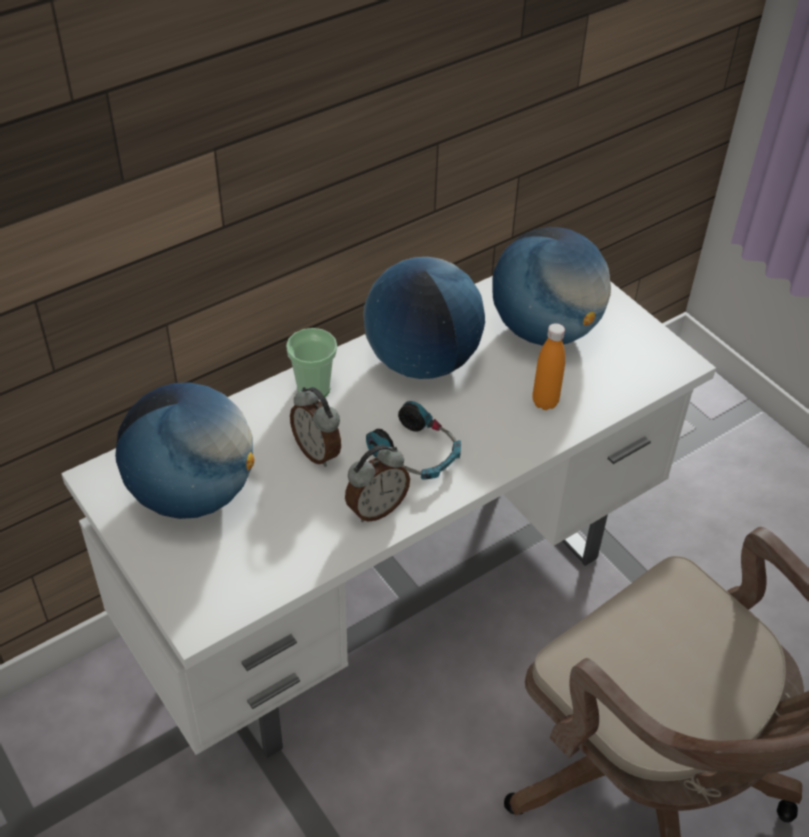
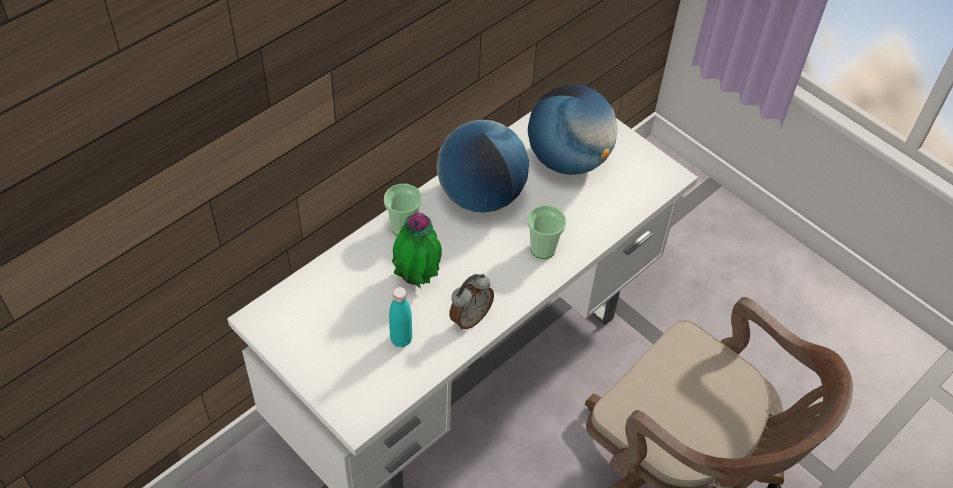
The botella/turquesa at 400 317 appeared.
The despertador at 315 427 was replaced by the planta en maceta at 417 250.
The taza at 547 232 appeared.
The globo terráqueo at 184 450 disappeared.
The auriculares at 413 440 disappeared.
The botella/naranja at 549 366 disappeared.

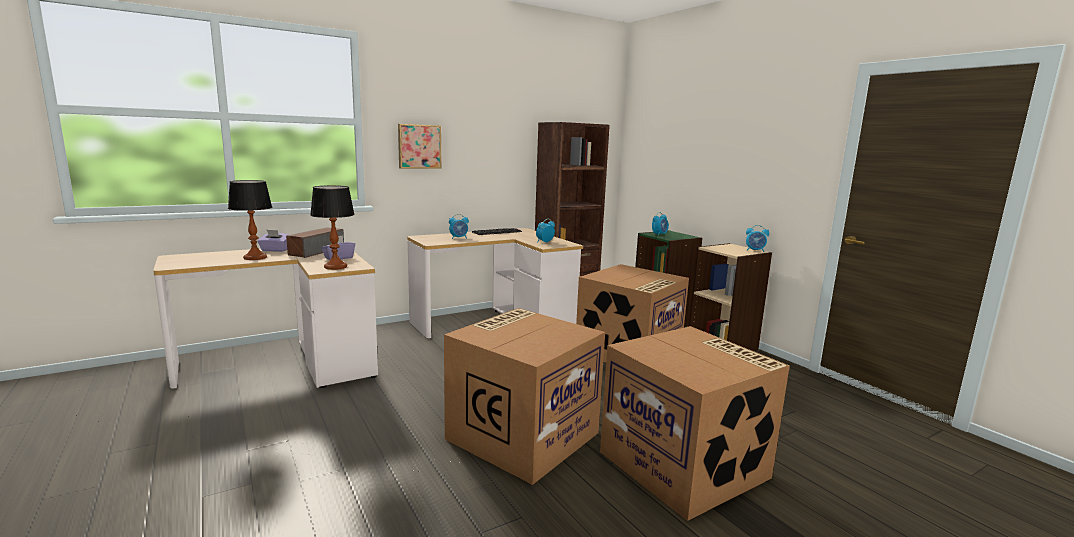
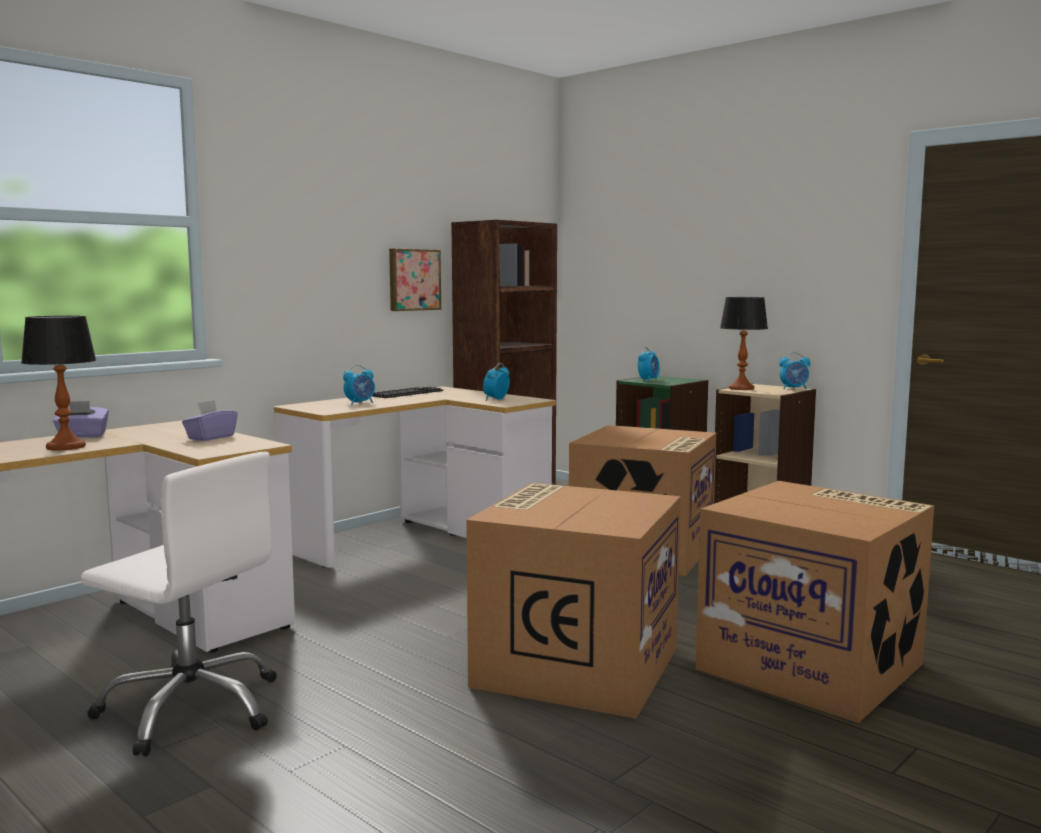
The silla de oficina/blanco at 179 604 appeared.
The cuadro moved from 419 146 to 415 280.
The lámpara de mesa moved from 332 227 to 744 343.
The altavoz at 315 242 disappeared.

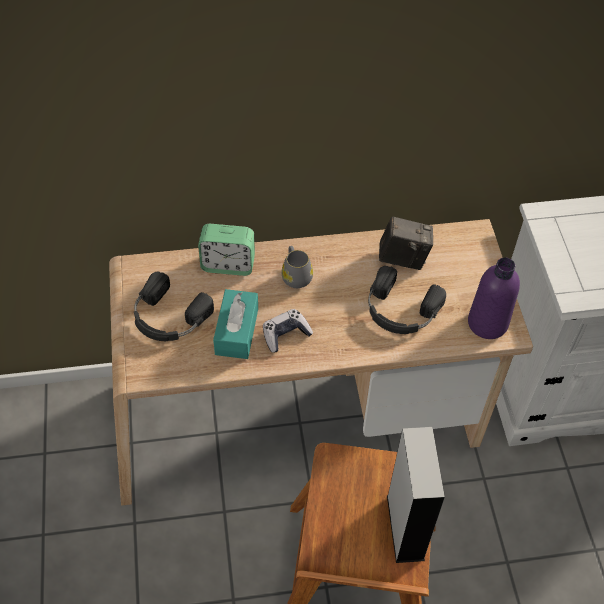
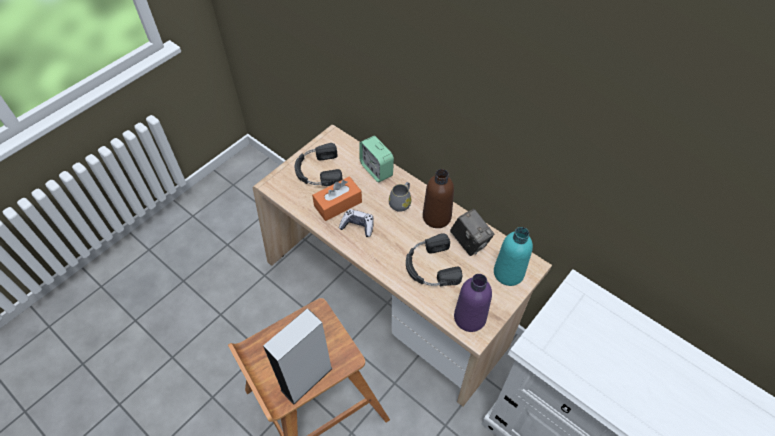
The caja de pañuelos/turquesa at 235 324 became the caja de pañuelos/naranja at 337 198.
The botella/marrón at 438 198 appeared.
The botella/turquesa at 513 256 appeared.

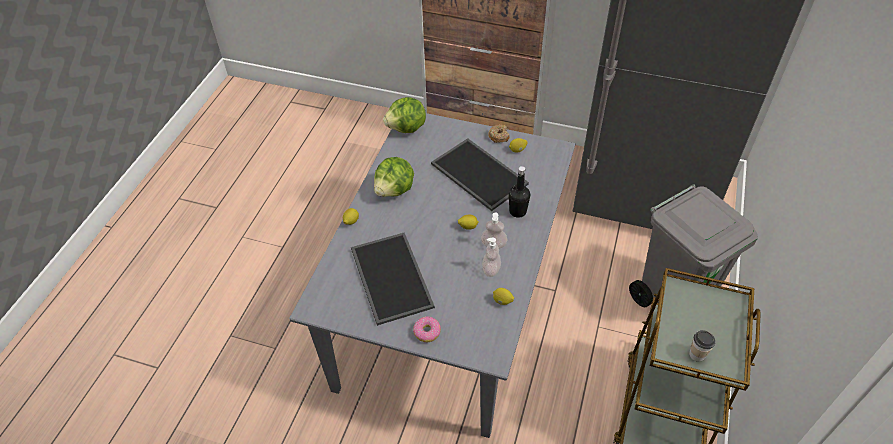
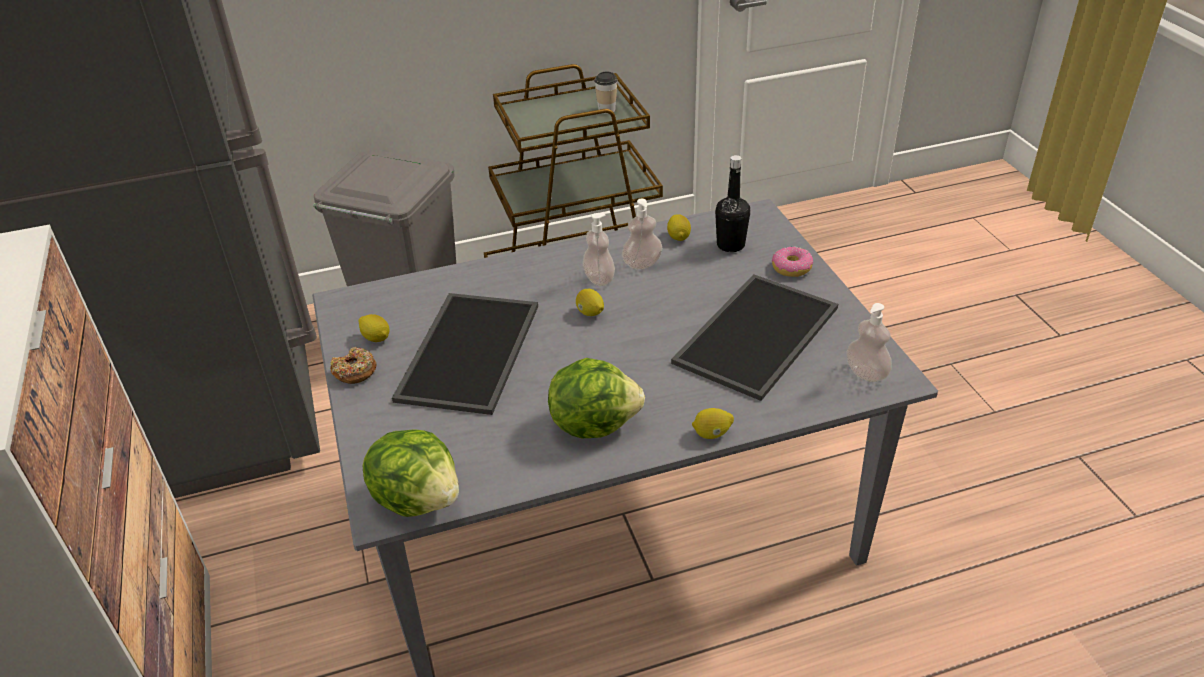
The botella/negro moved from 519 192 to 732 203.
The dispensador de jabón at 869 342 appeared.

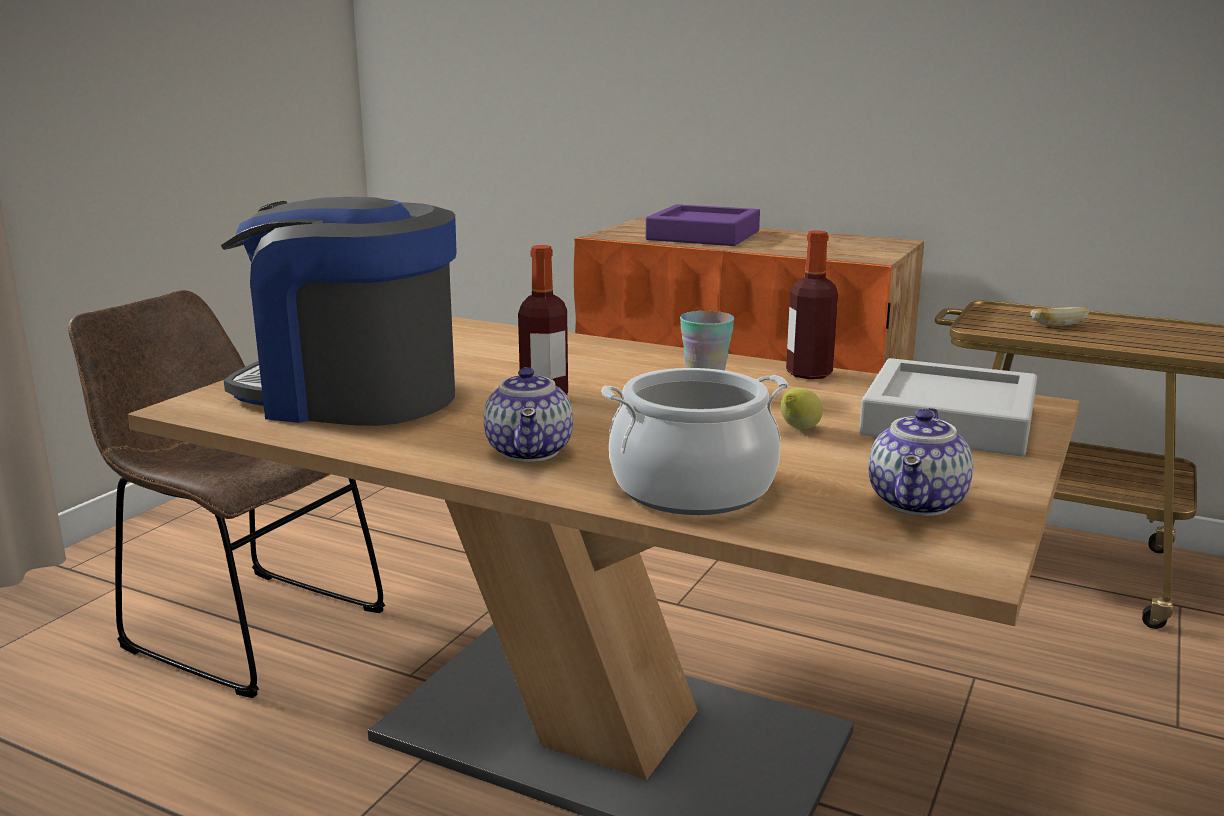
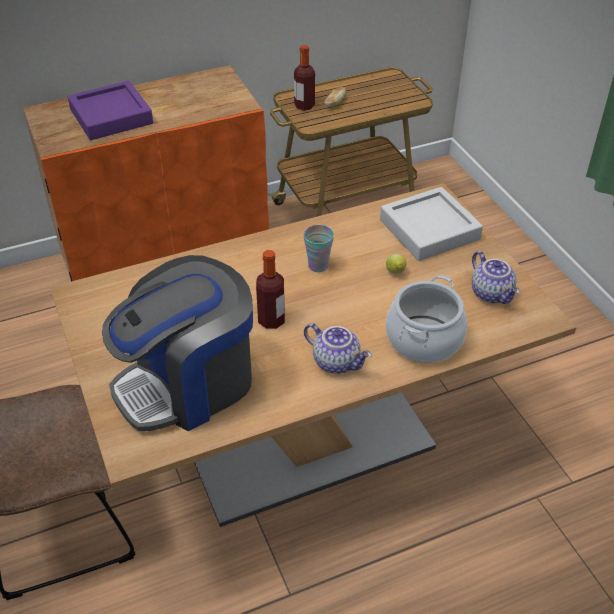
The botella moved from 812 304 to 304 78.

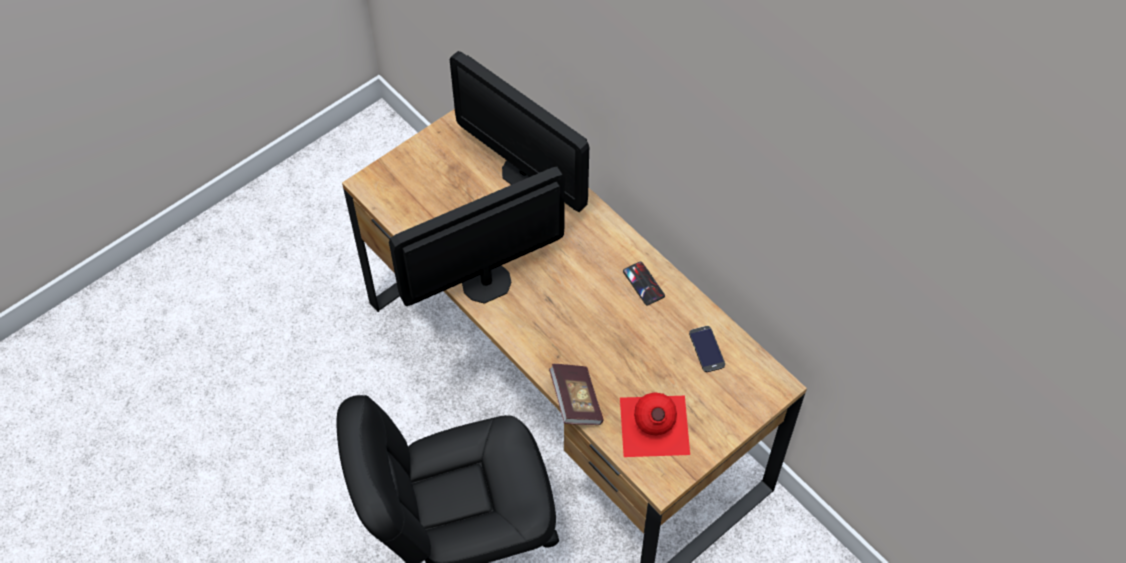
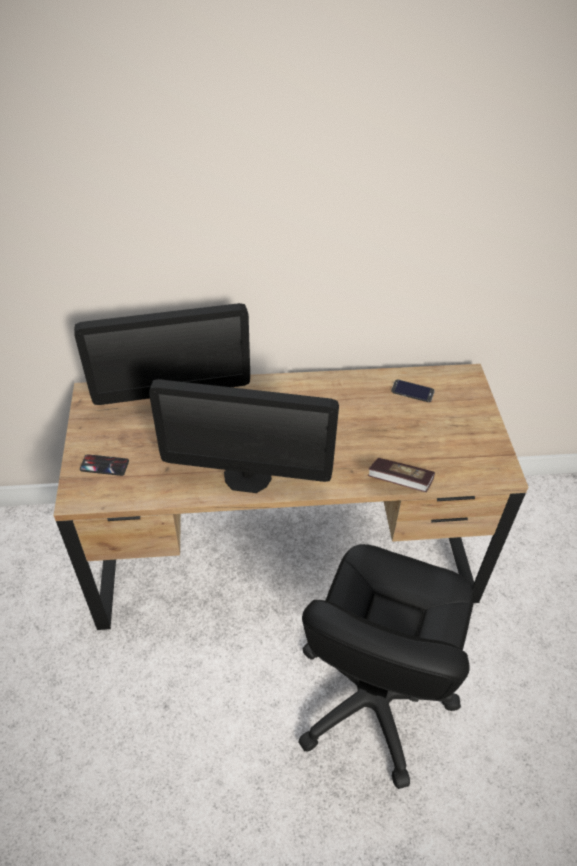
The móvil moved from 644 283 to 104 465.
The monitor at 477 236 turned 90 degrees counterclockwise.
The botella/rojo at 655 424 disappeared.

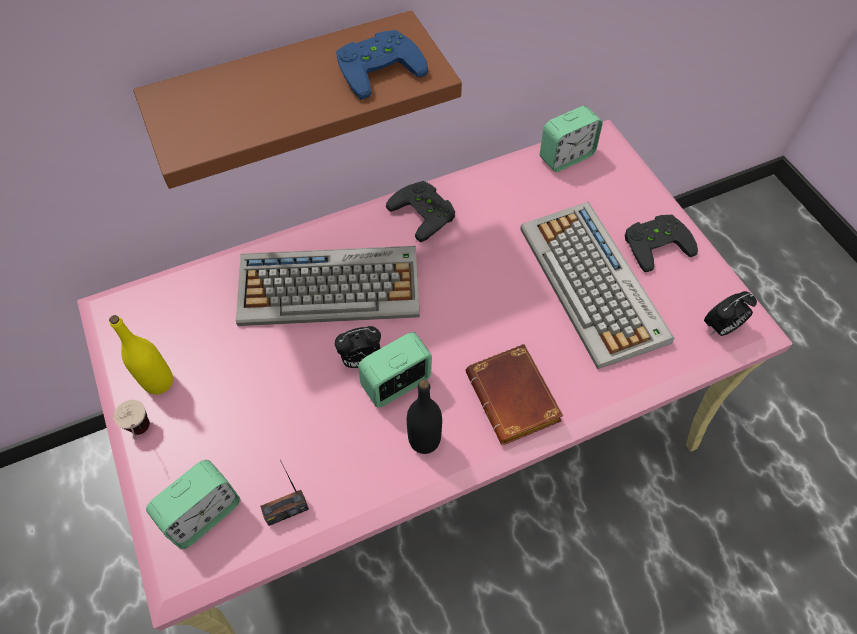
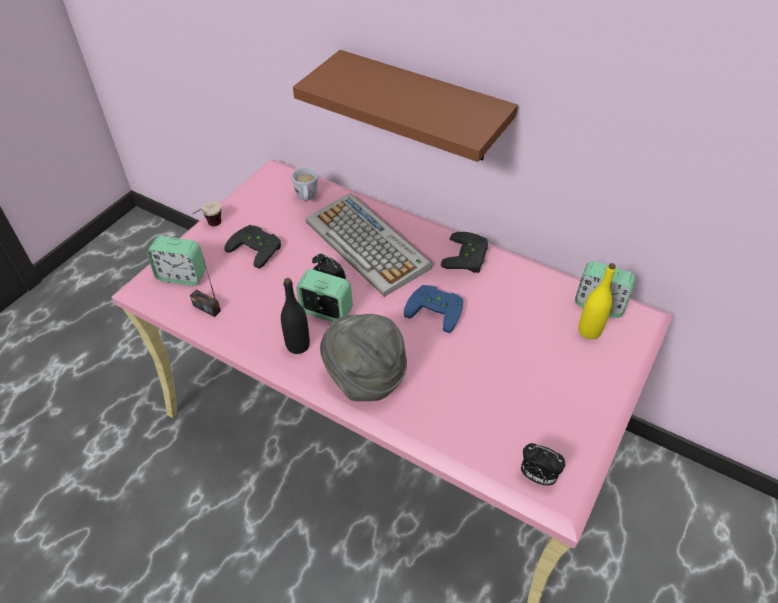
The mando de consola/negro moved from 661 243 to 252 247.
The taza grande/blanco at 304 184 appeared.
The libro/marrón at 514 394 was replaced by the sombrero/gris at 363 357.
The mando de consola/azul moved from 382 65 to 433 309.
The botella/amarillo moved from 141 355 to 597 301.
The teclado at 597 285 disappeared.

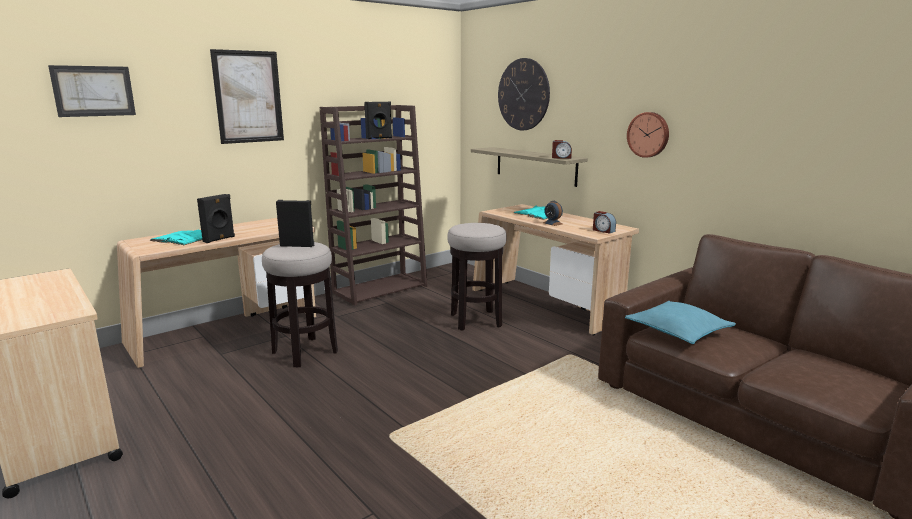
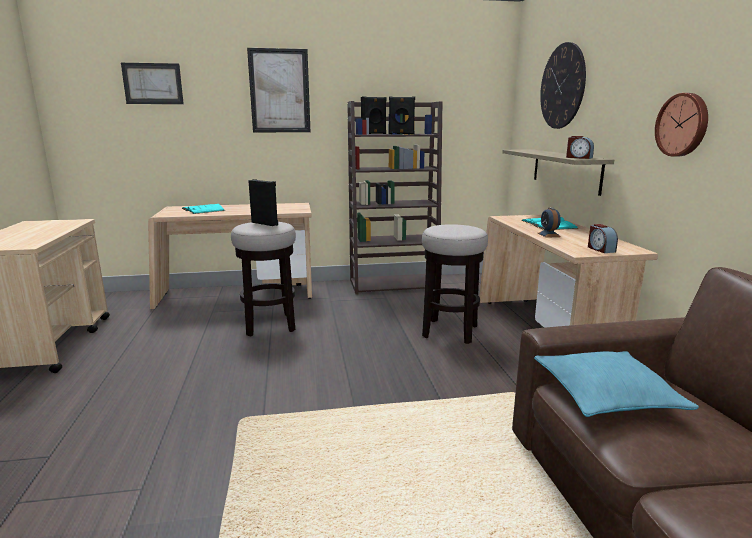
The altavoz/negro moved from 216 218 to 374 115.

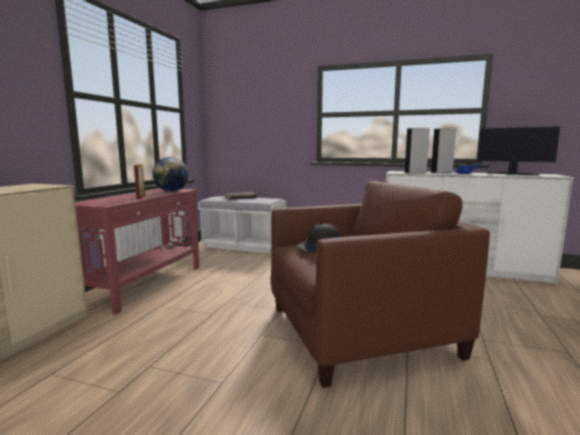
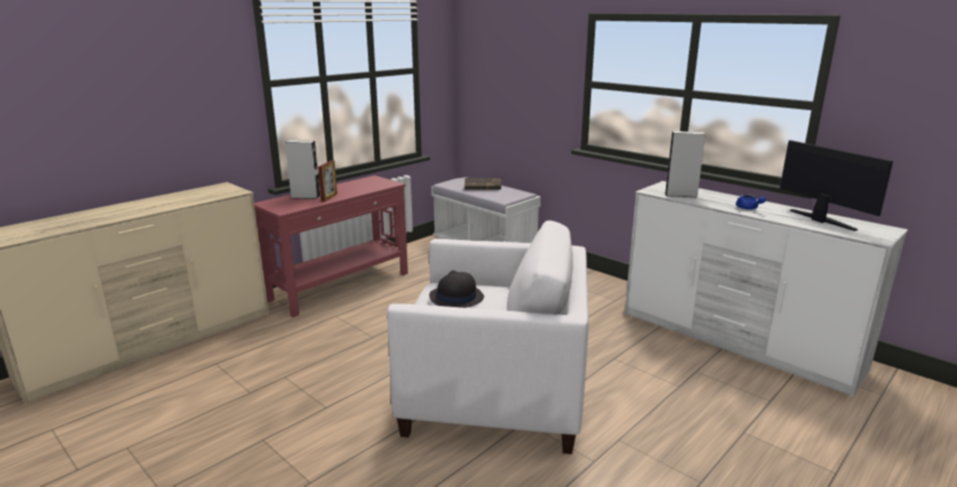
The altavoz/gris moved from 443 150 to 302 169.
The sillón/marrón at 380 284 became the sillón/blanco at 488 337.
The globo terráqueo at 171 174 disappeared.

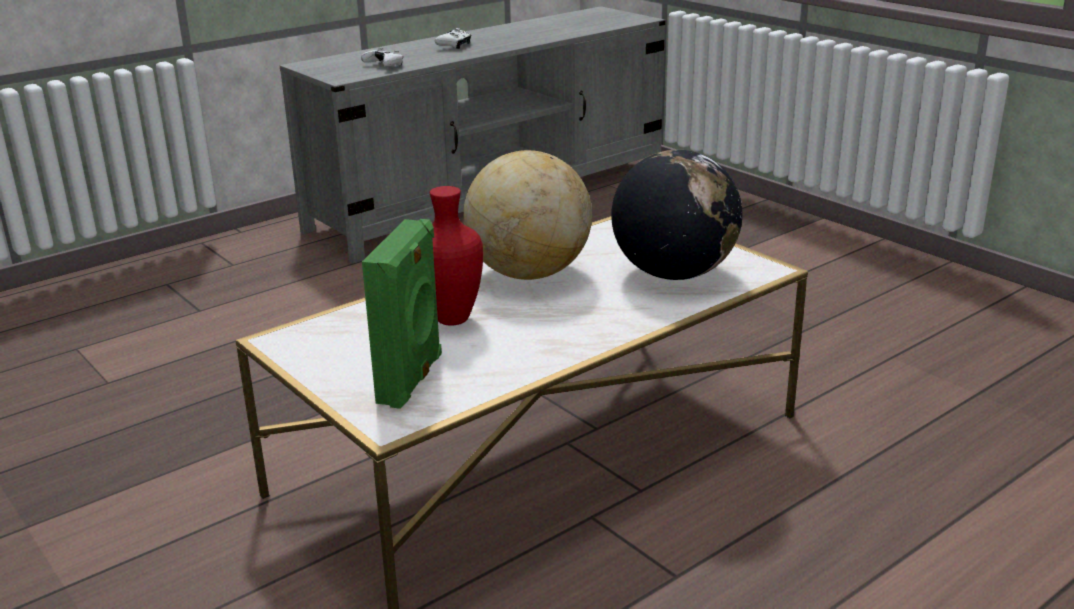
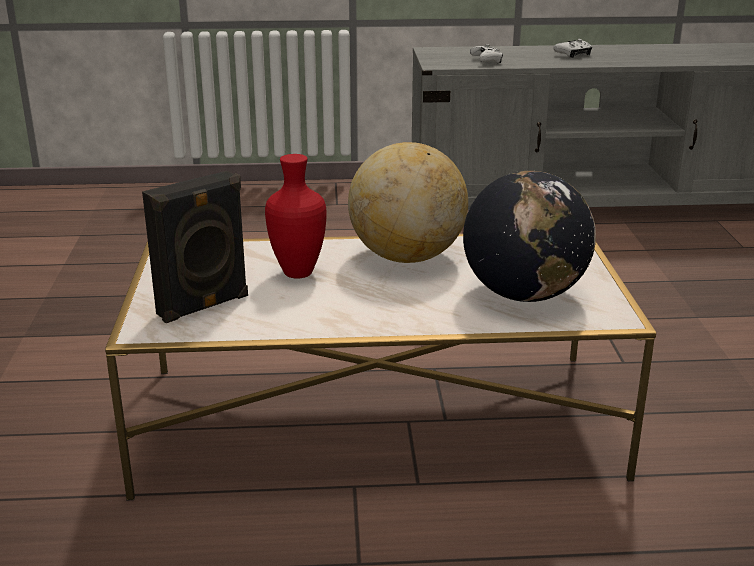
The altavoz/verde at 402 314 became the altavoz/negro at 195 247.

